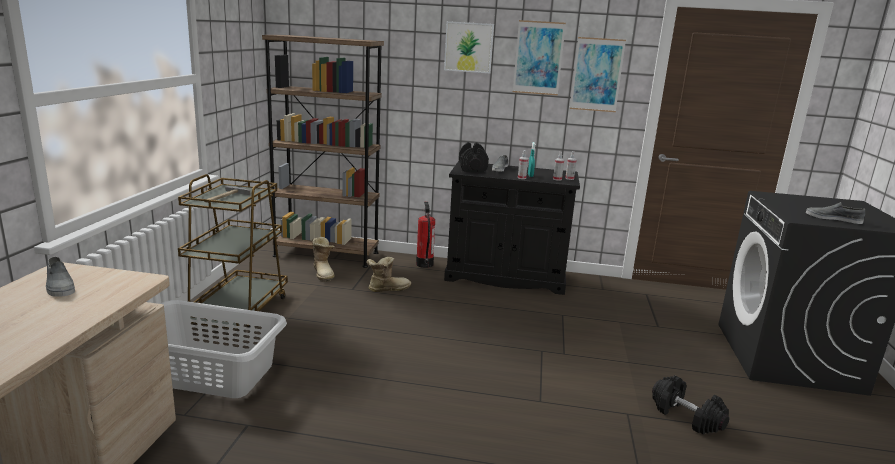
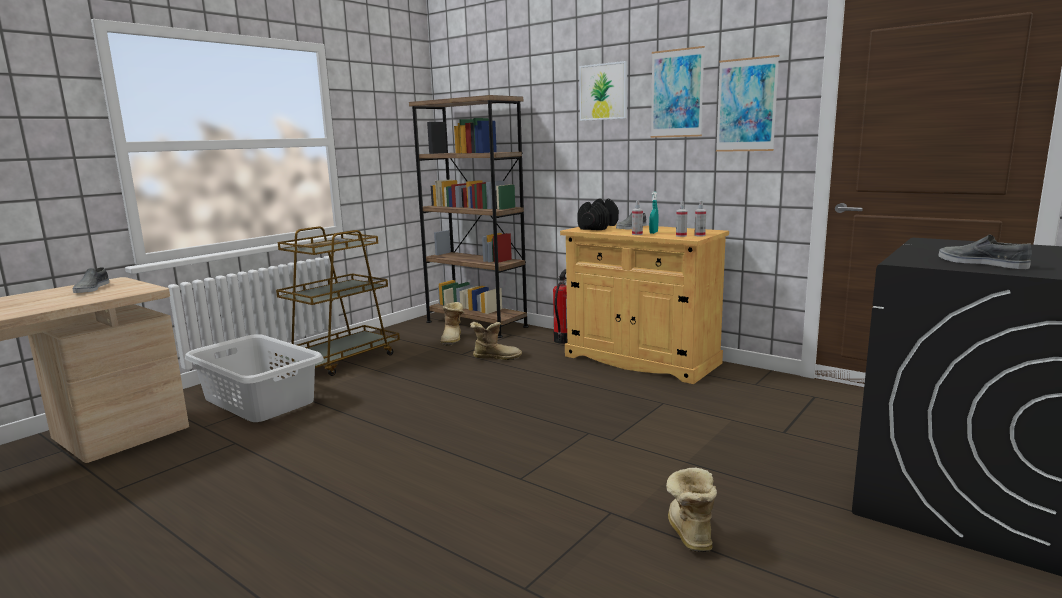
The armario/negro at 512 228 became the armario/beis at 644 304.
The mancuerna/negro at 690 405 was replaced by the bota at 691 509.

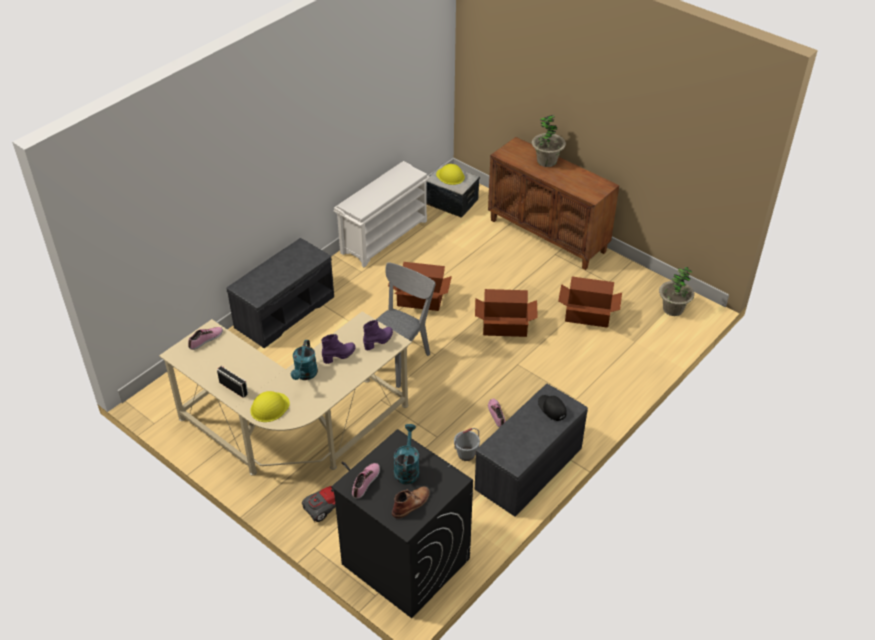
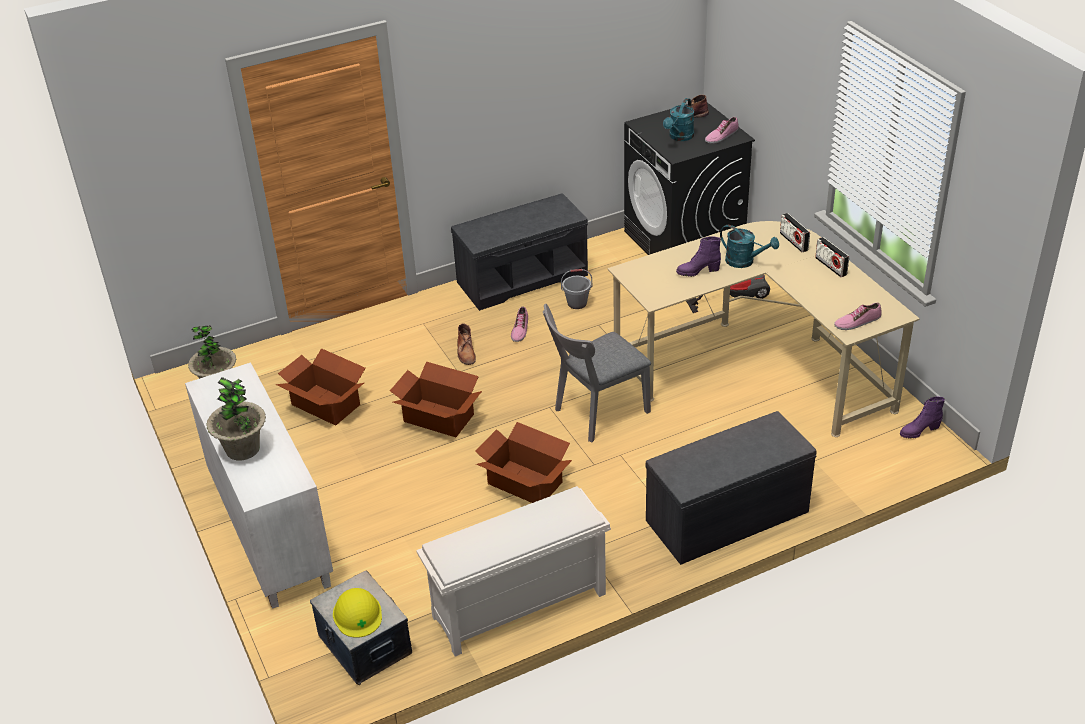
The armario/marrón at 553 203 became the armario/blanco at 259 485.
The bota/marrón at 466 344 appeared.
The regadera/turquesa at 304 360 turned 90 degrees clockwise.
The casco/amarillo at 270 406 was replaced by the radio at 795 232.
The bota/morado moved from 378 335 to 922 418.
The gorra/negro at 552 408 disappeared.

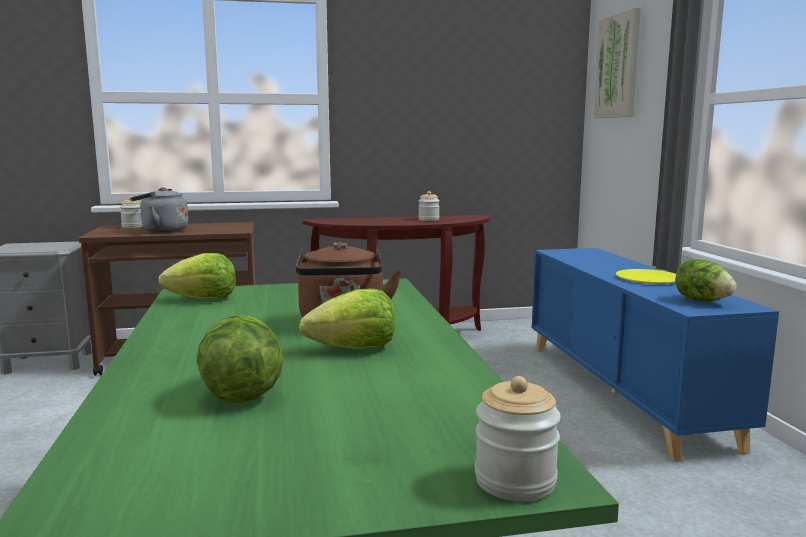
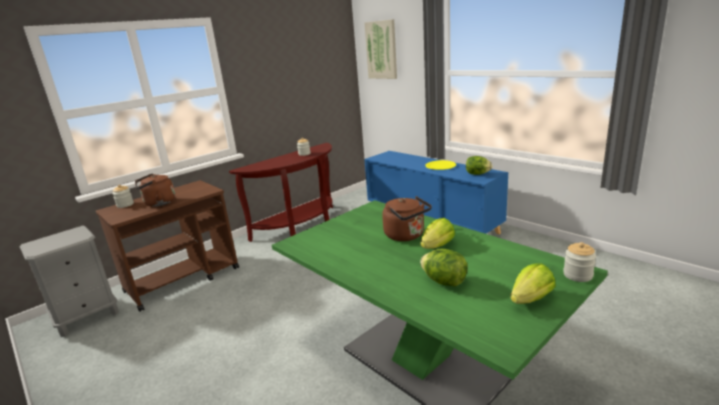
The hervidor/gris at 159 210 became the hervidor/marrón at 155 190.
The lechuga moved from 197 276 to 533 283.

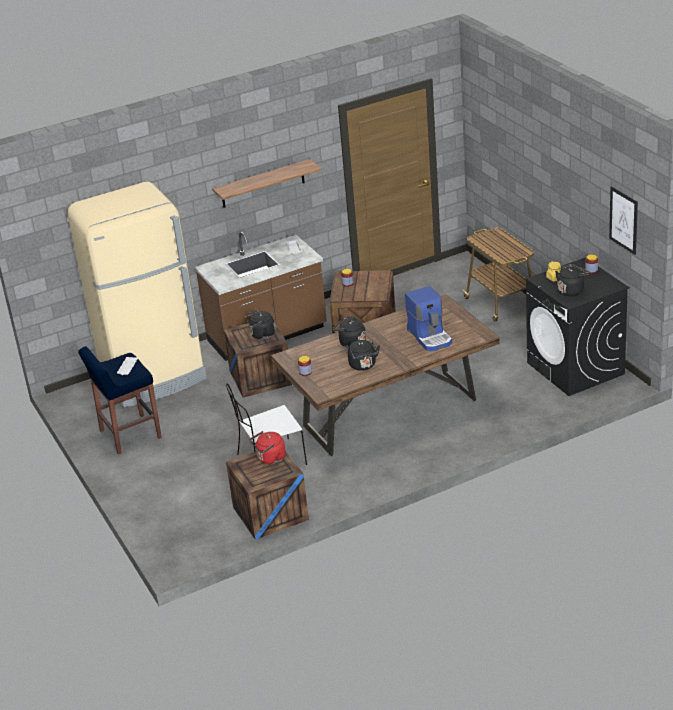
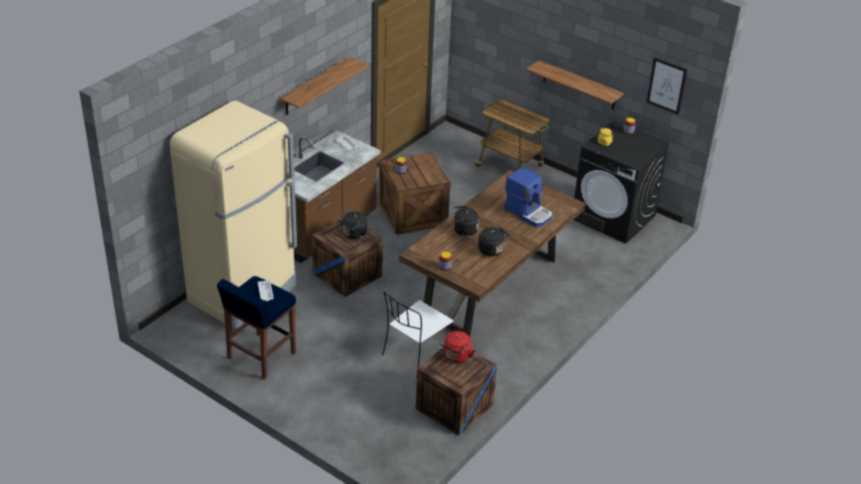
The estante at 575 84 appeared.
The hervidor/negro at 572 280 disappeared.

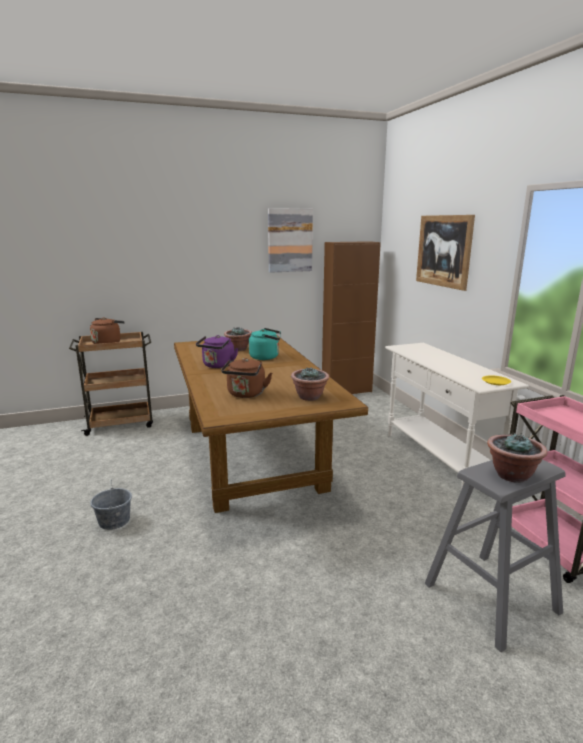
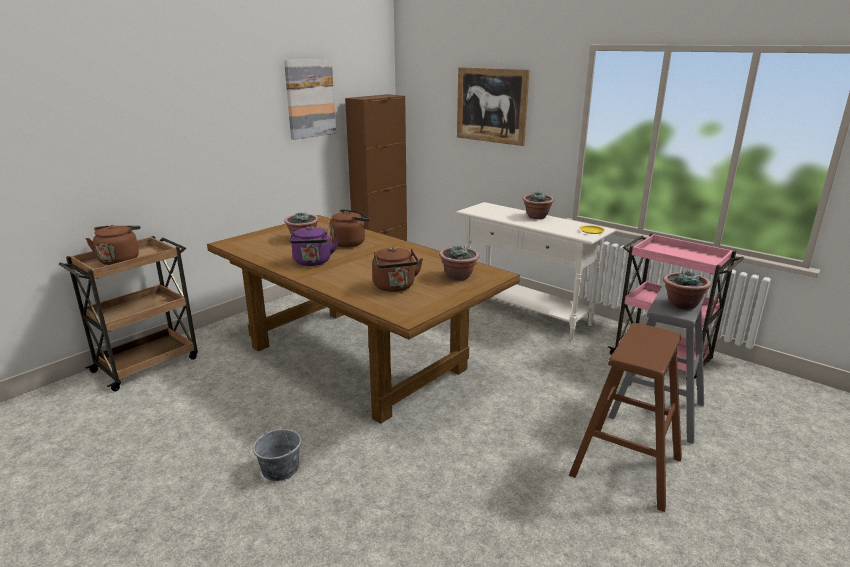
The hervidor/turquesa at 265 344 became the hervidor/marrón at 349 228.
The planta en maceta at 538 205 appeared.
The taburete/marrón at 625 417 appeared.

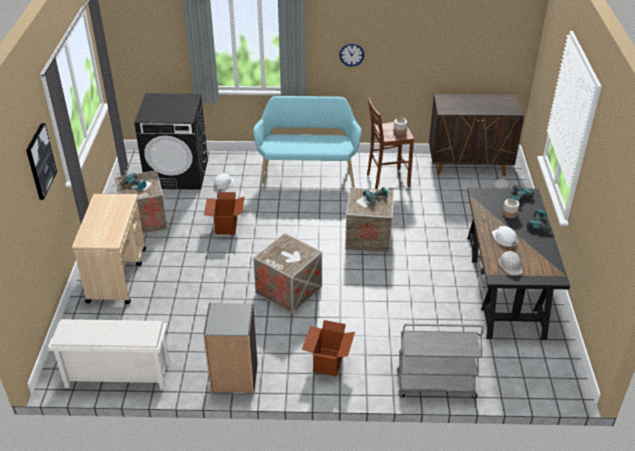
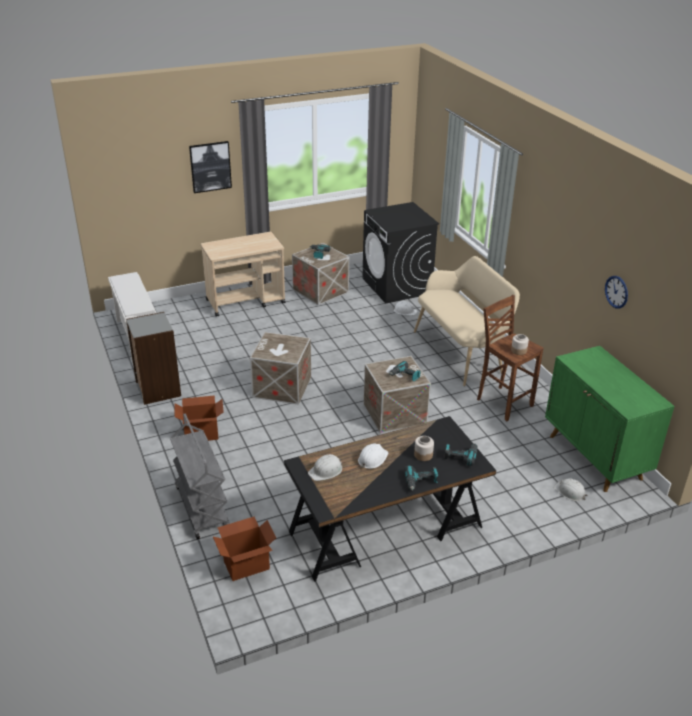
The caja de cartón moved from 224 213 to 244 549.
The banco/turquesa at 307 142 became the banco/beis at 467 321.
The armario/marrón at 476 135 became the armario/verde at 610 419.
The reloj de pared moved from 351 55 to 616 292.

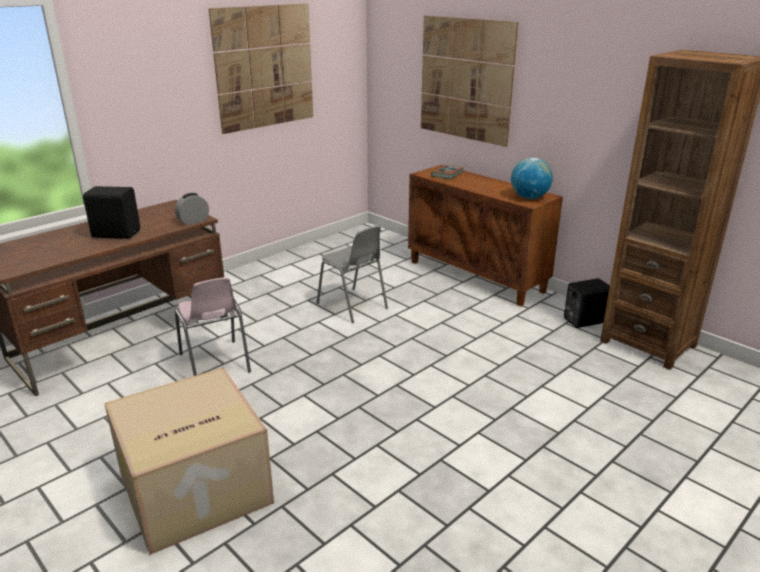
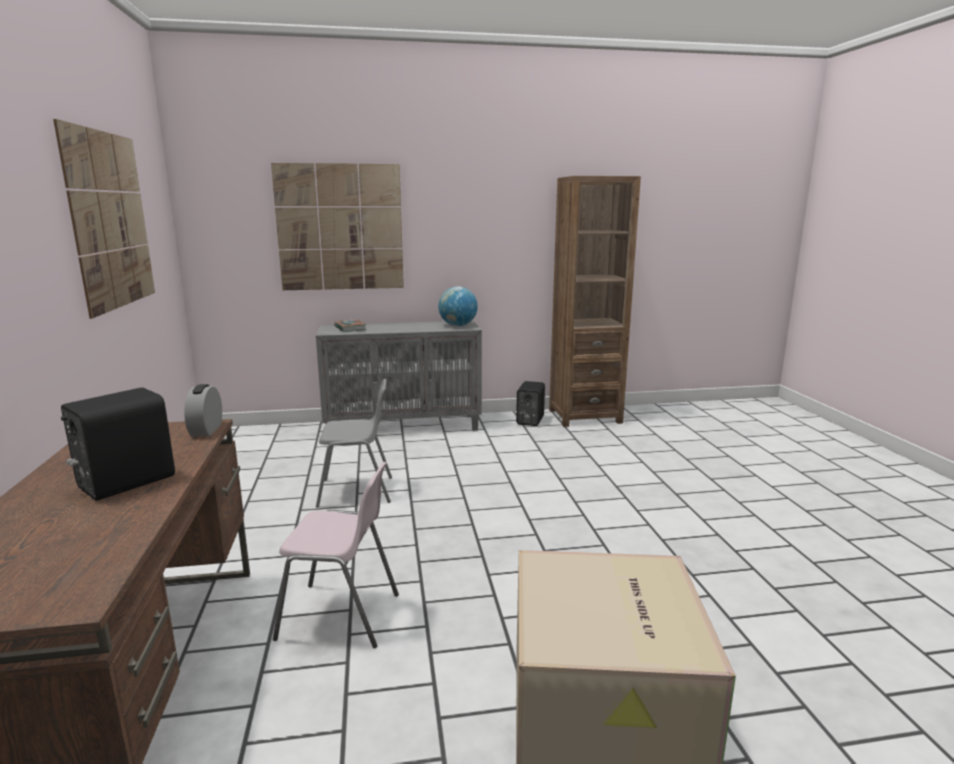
The armario/marrón at 485 235 became the armario/gris at 399 375.

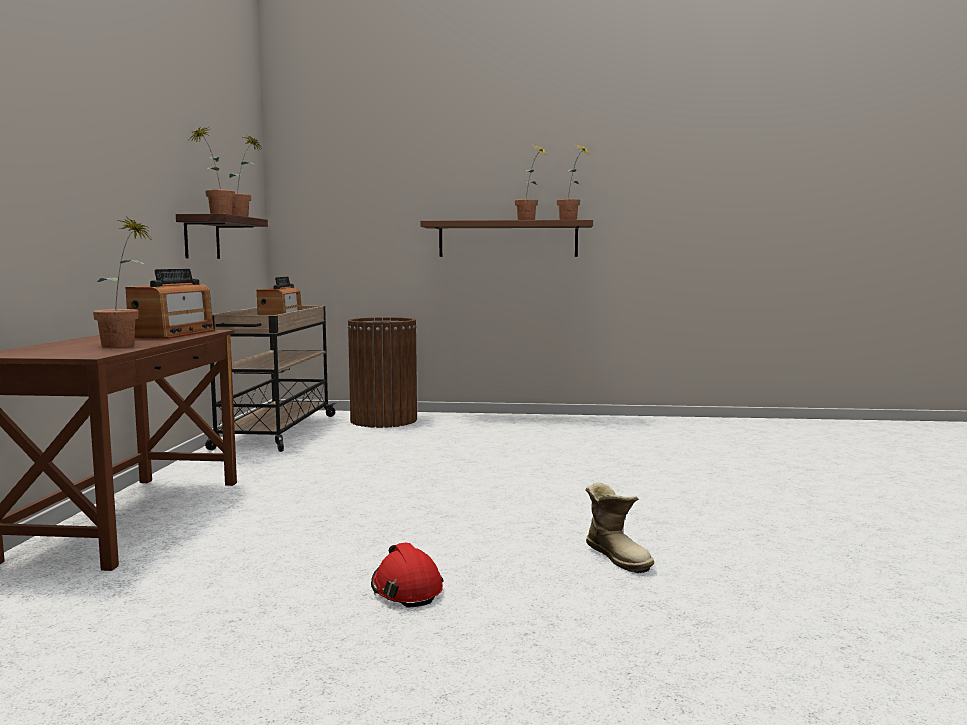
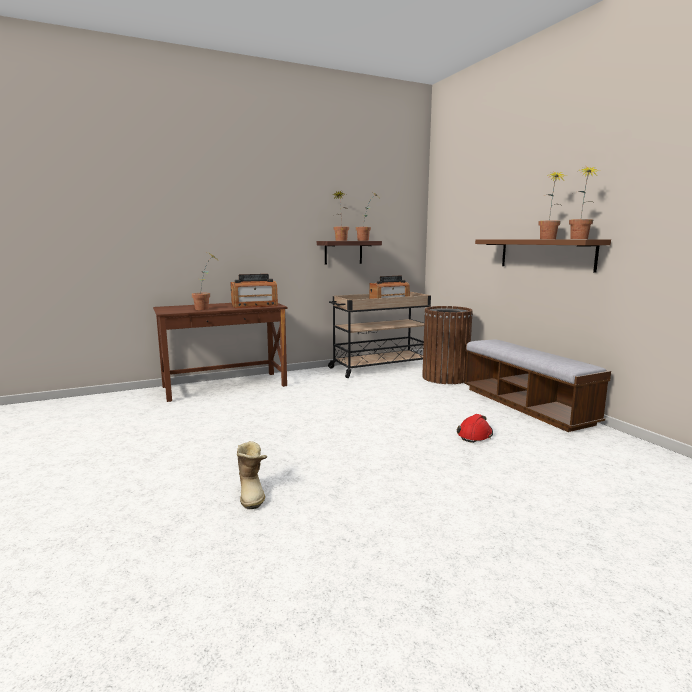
The bota at 620 528 turned 45 degrees counterclockwise.
The casco/rojo moved from 407 575 to 475 428.
The banco at 537 386 appeared.

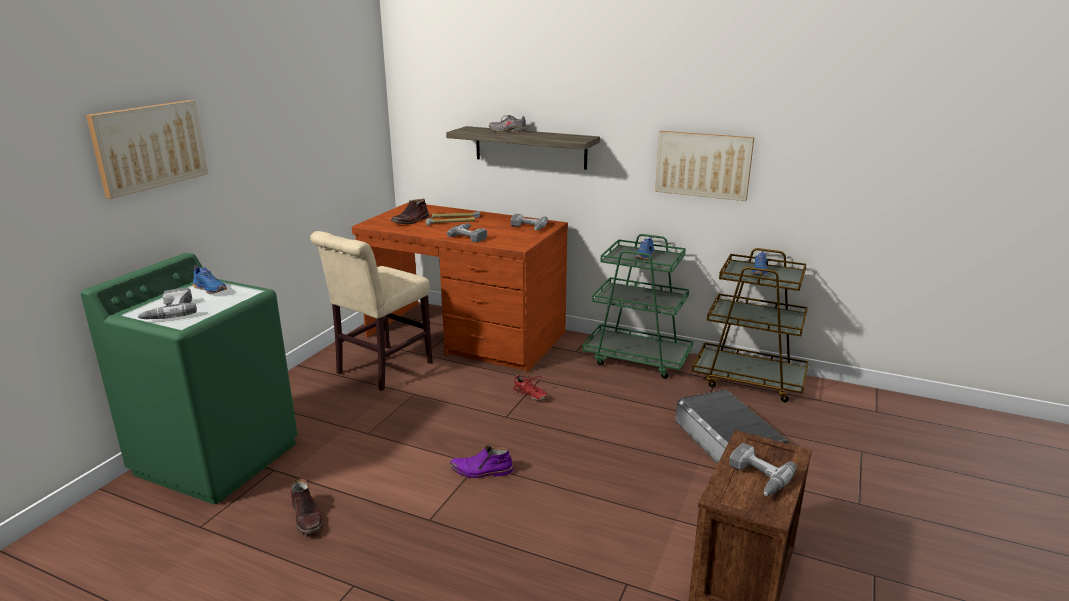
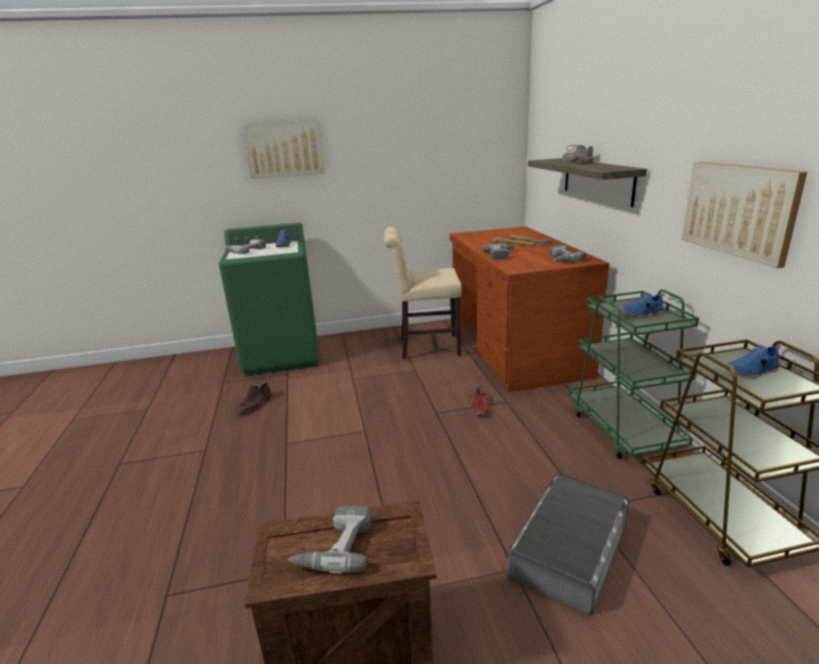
The bota/marrón at 410 211 disappeared.
The bota/morado at 481 461 disappeared.

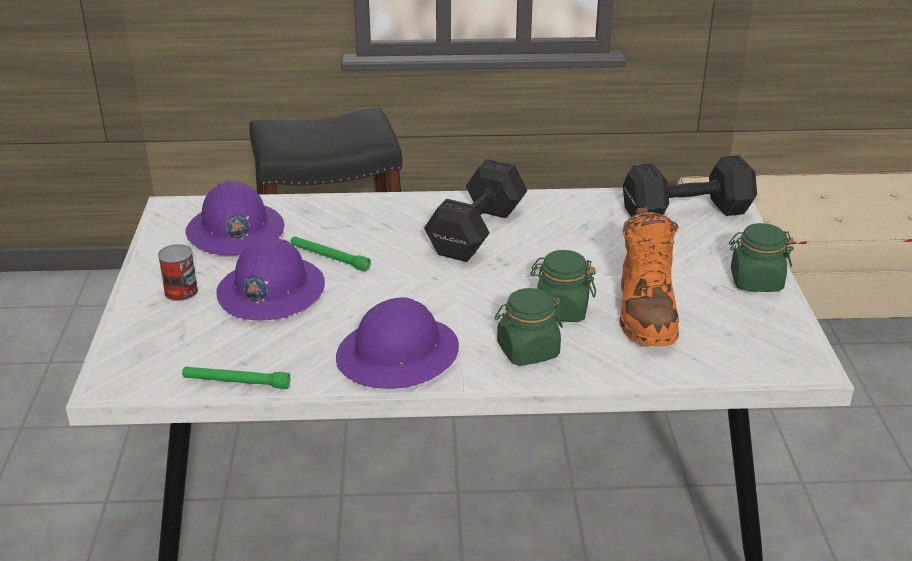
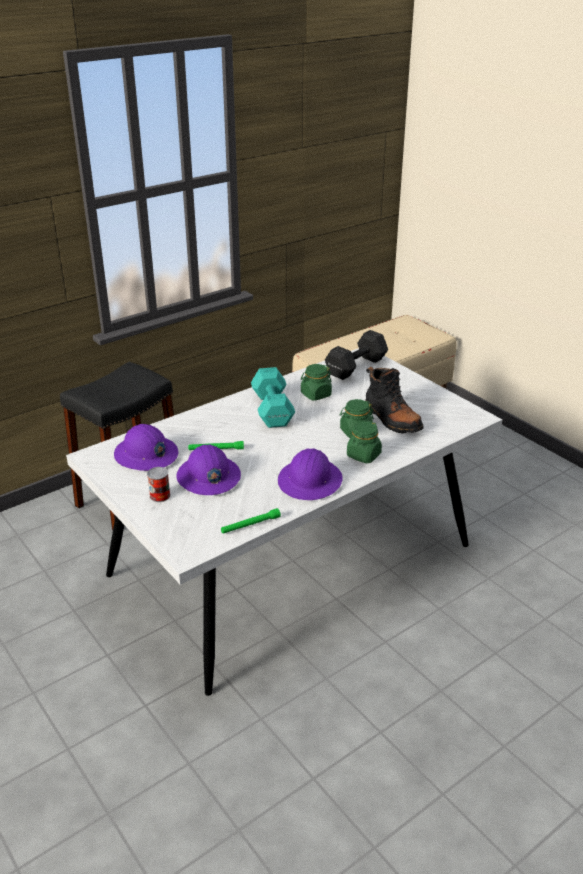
The mancuerna/negro at 475 210 became the mancuerna/turquesa at 273 397.
The tarro/verde moved from 761 257 to 316 382.
The bota/naranja at 649 277 became the bota/negro at 394 400.

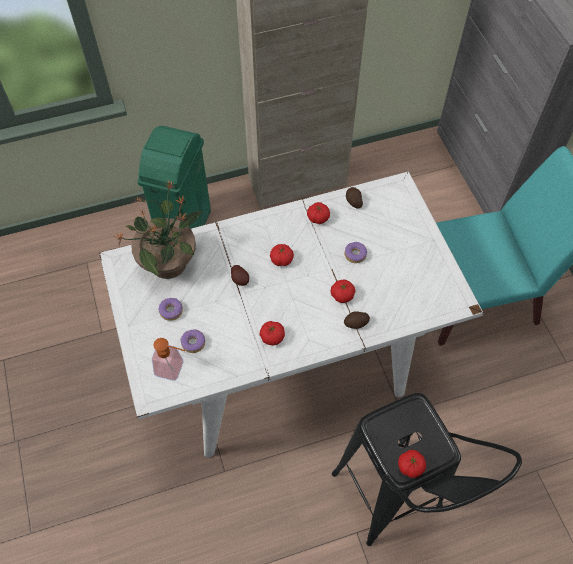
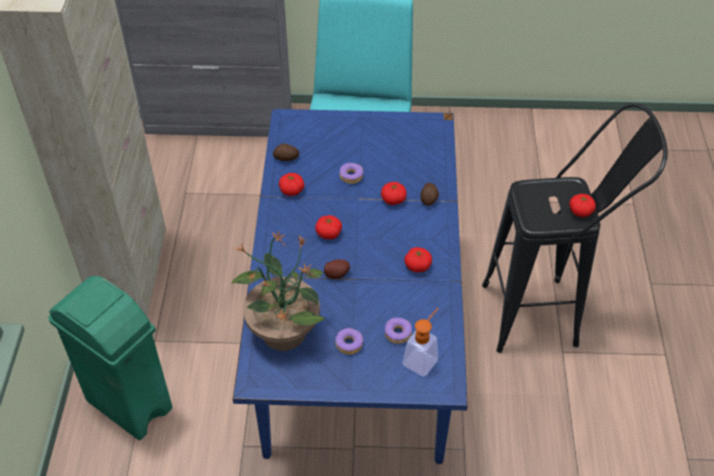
The mesa de comedor/blanco at 291 314 became the mesa de comedor/azul at 350 286.

